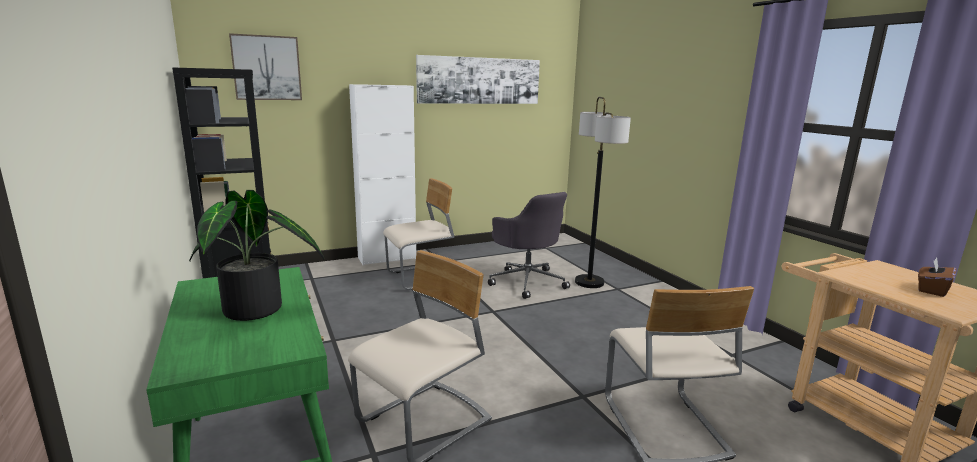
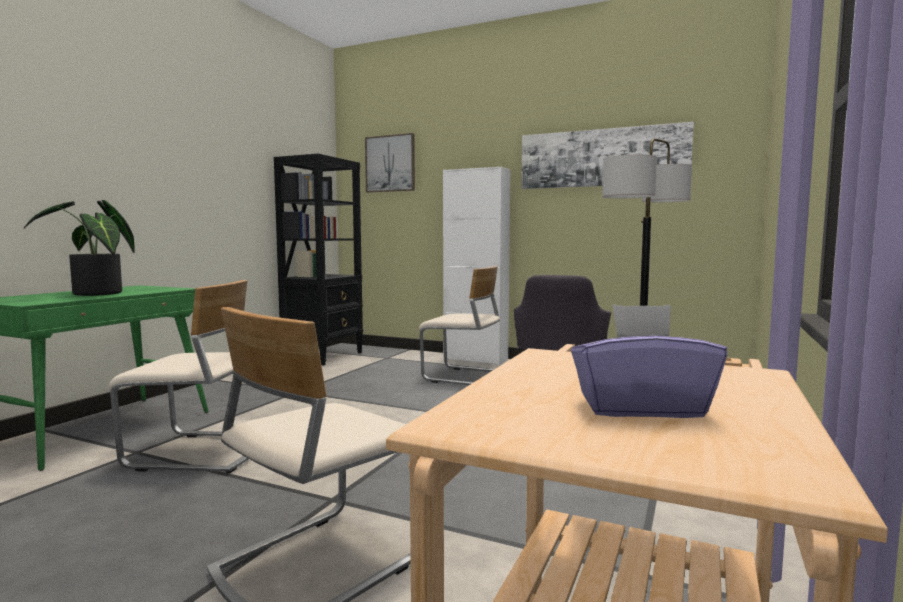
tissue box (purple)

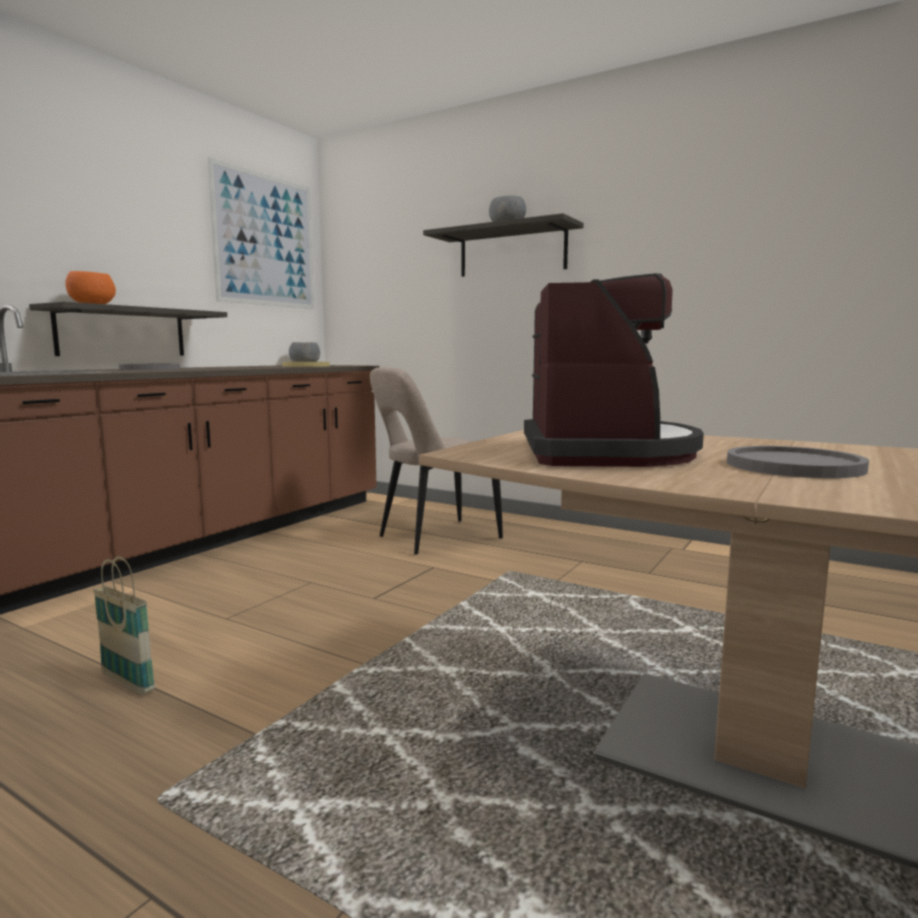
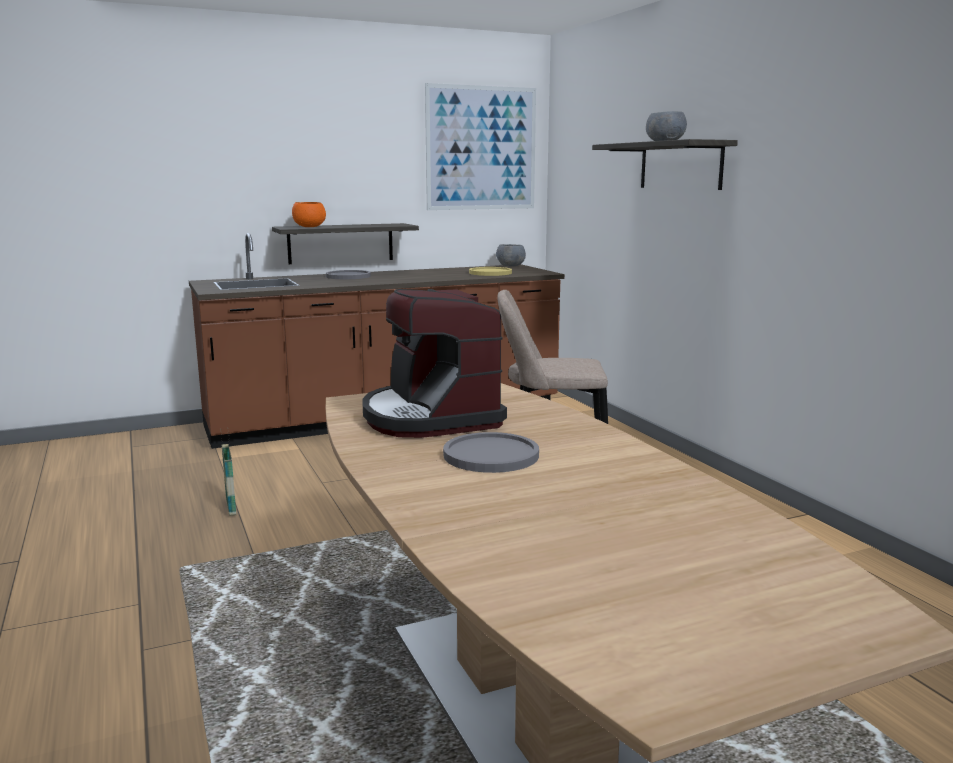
coffee machine

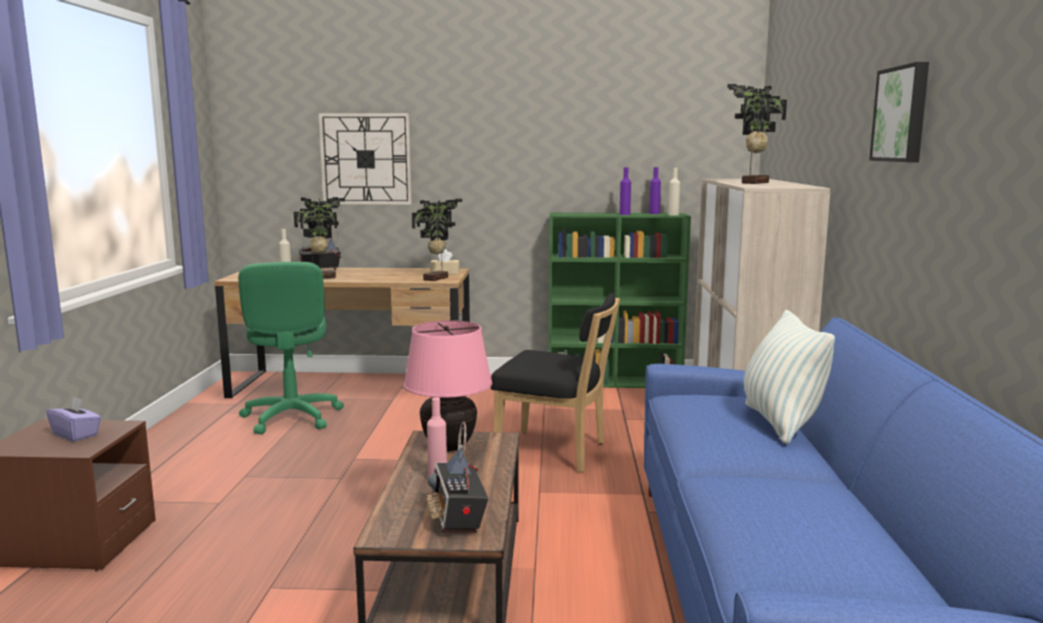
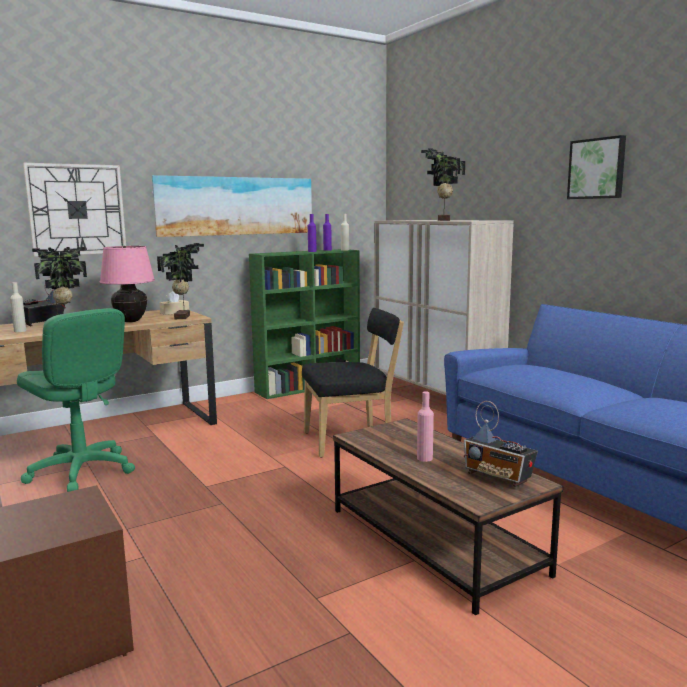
pillow
table lamp (pink)
tissue box (purple)
picture (no. 1 from left)

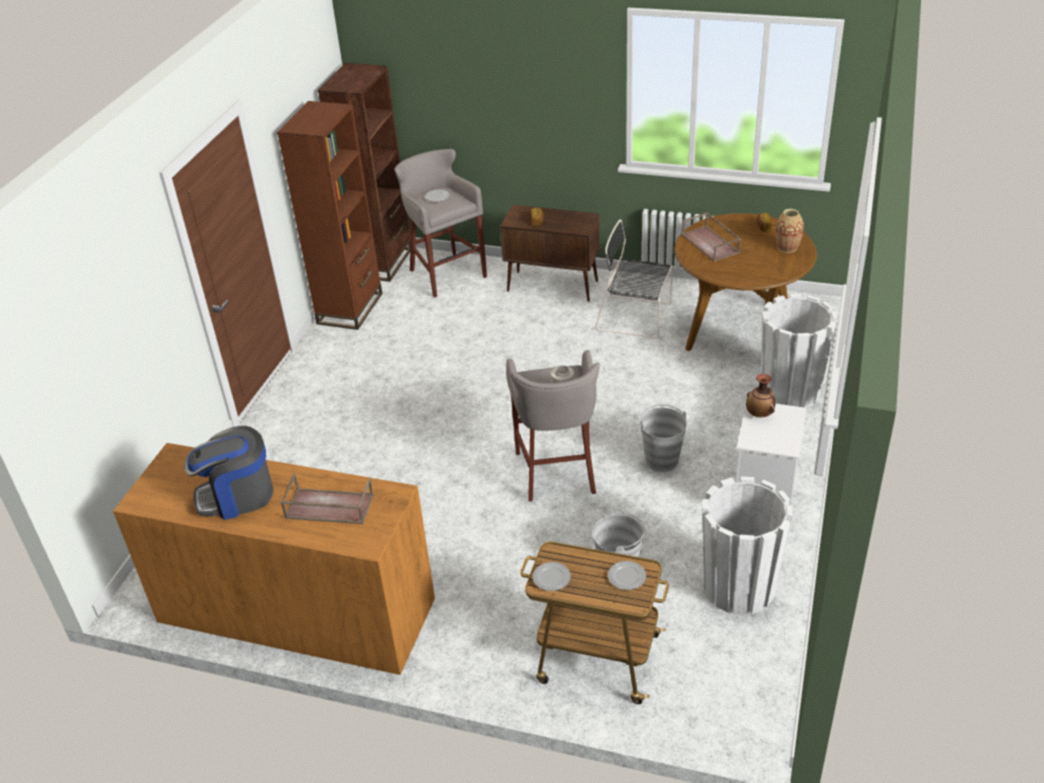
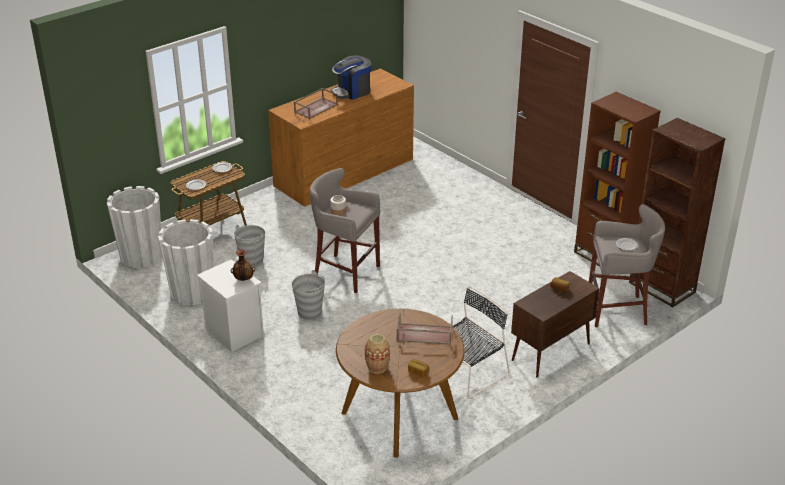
planter (white) (no. 1 from left)
coffee machine

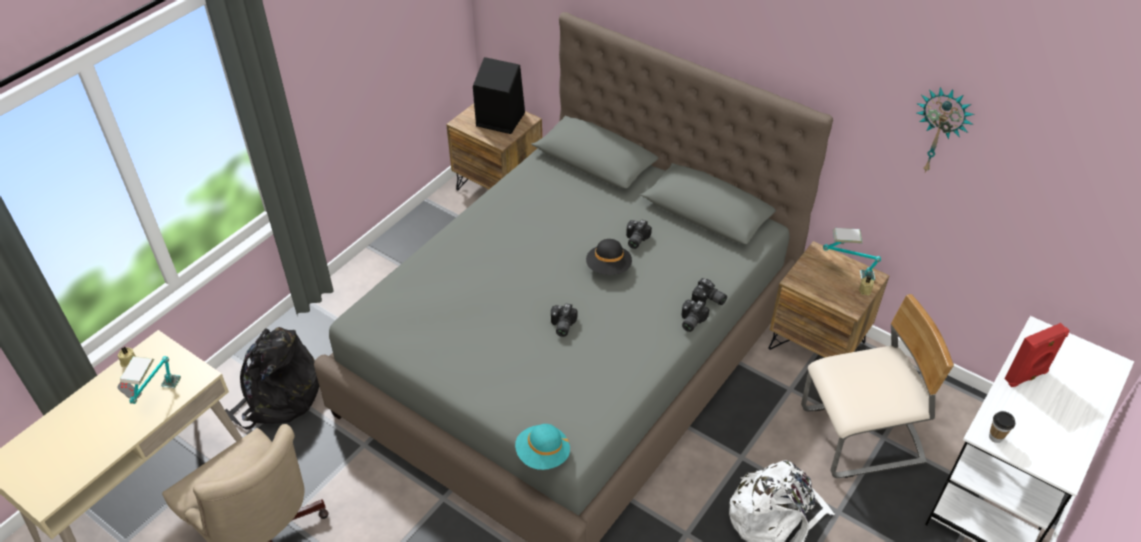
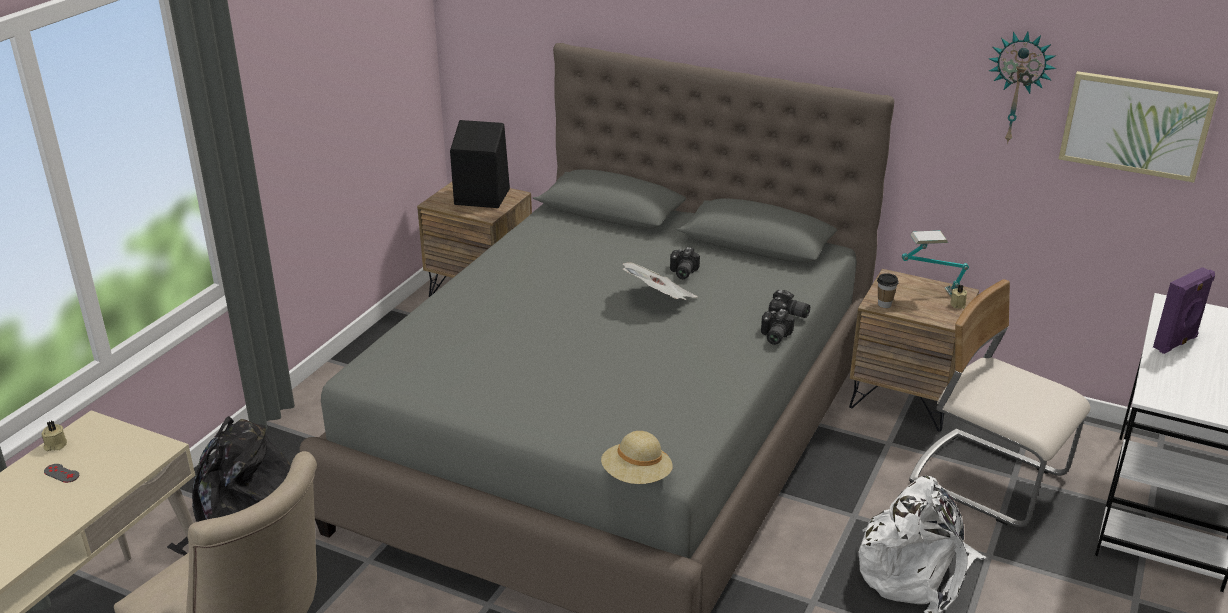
newspaper
chair (beige)
photo camera (no. 1 from left in the first image)
speaker (purple)
table lamp (no. 1 from left in the first image)
cup
hat (beige)
picture

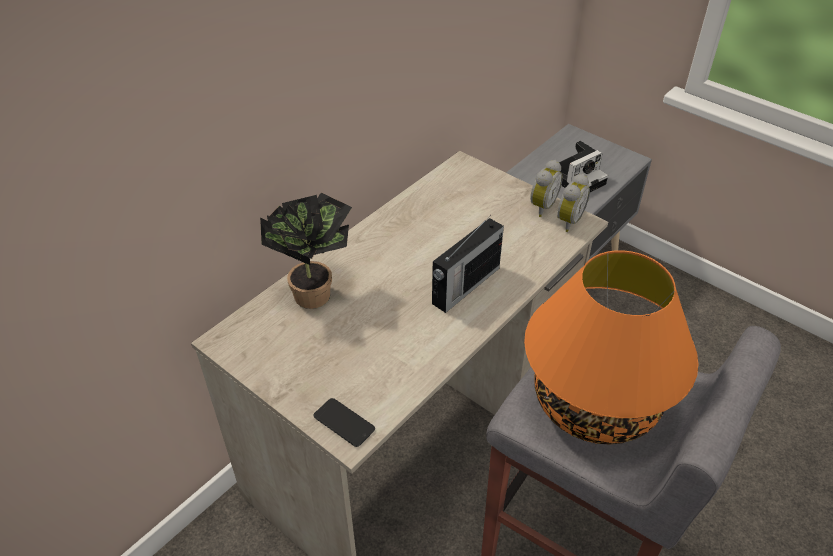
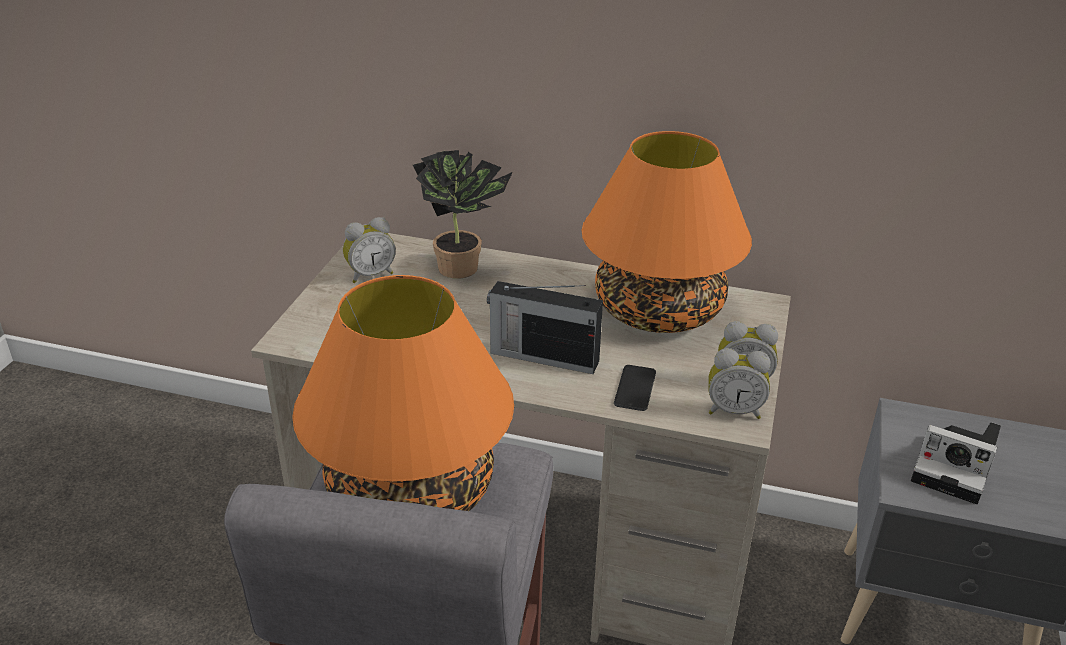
phone
table lamp (orange) (no. 2 from left)
alarm clock (no. 1 from left)

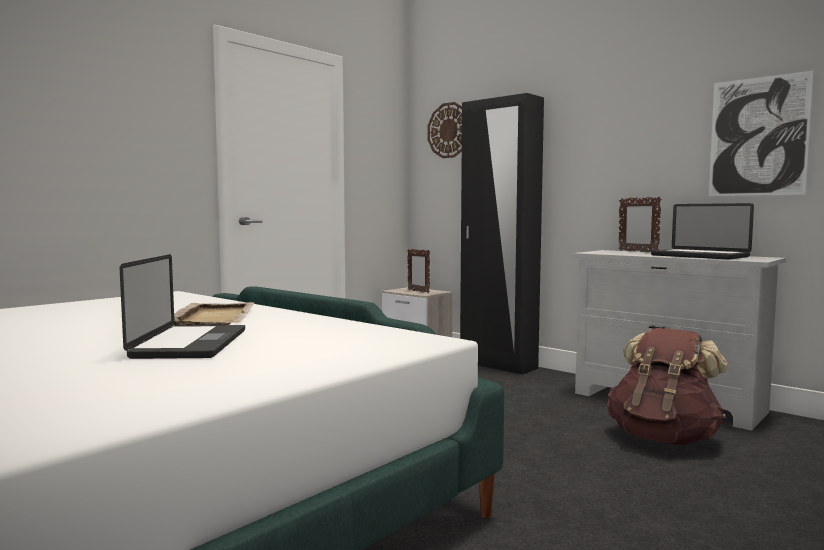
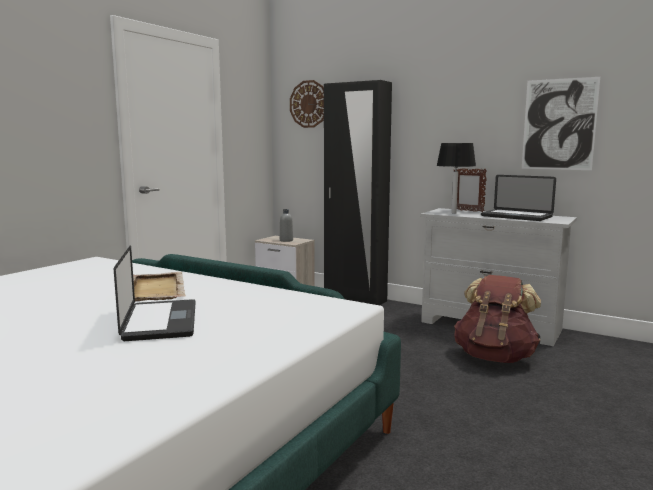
bottle (grey)
table lamp (black)

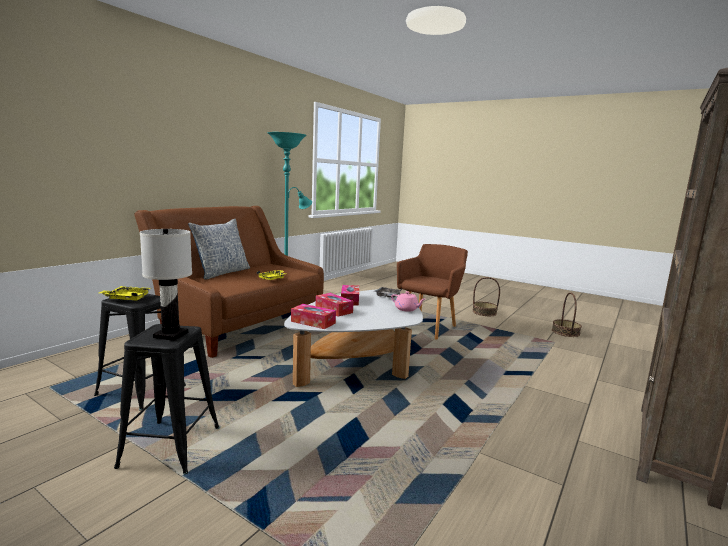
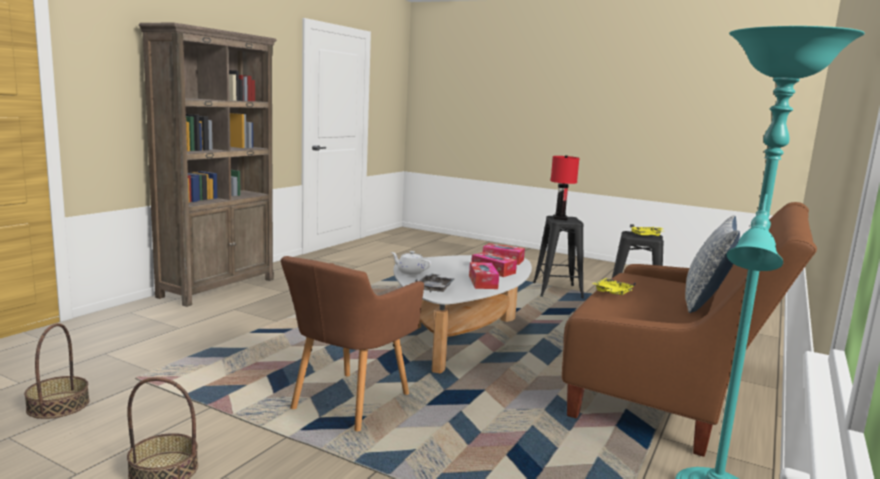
table lamp (red)
teapot (white)

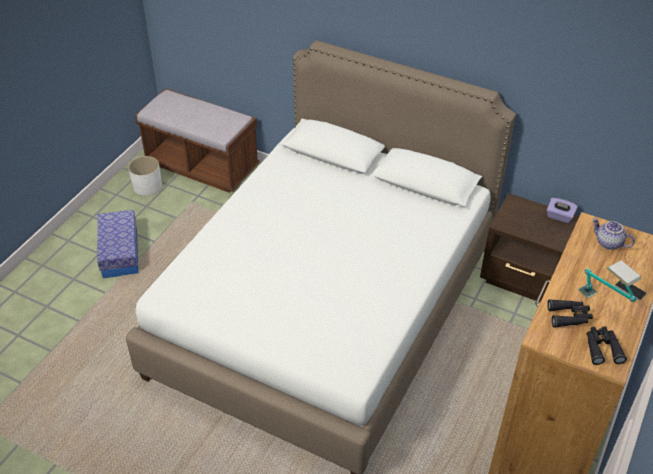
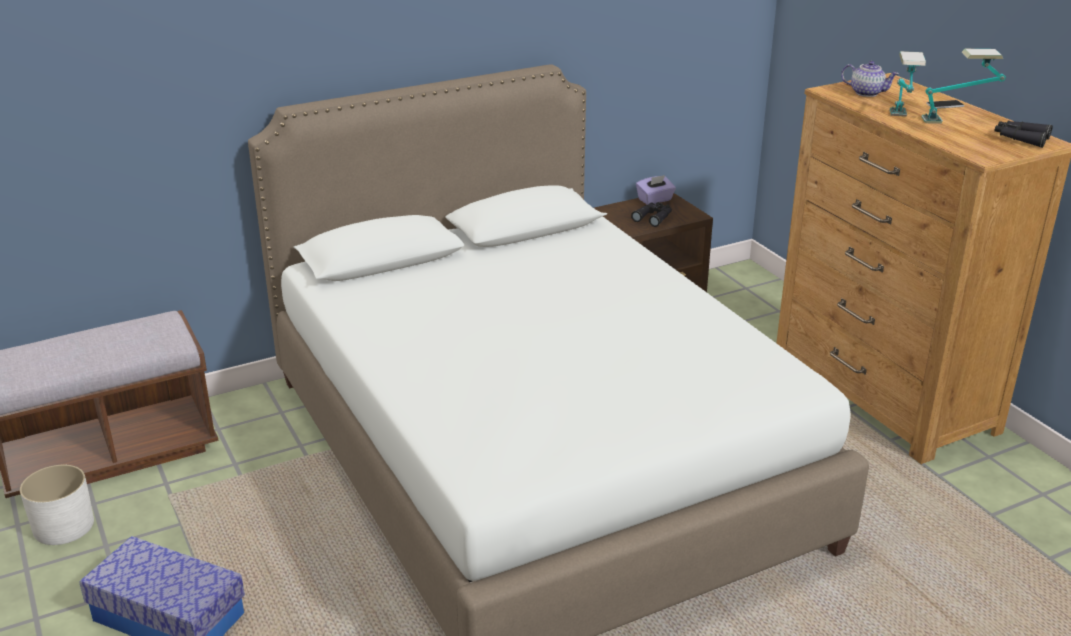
teapot
binoculars (black) (no. 1 from left)
table lamp (no. 1 from left)

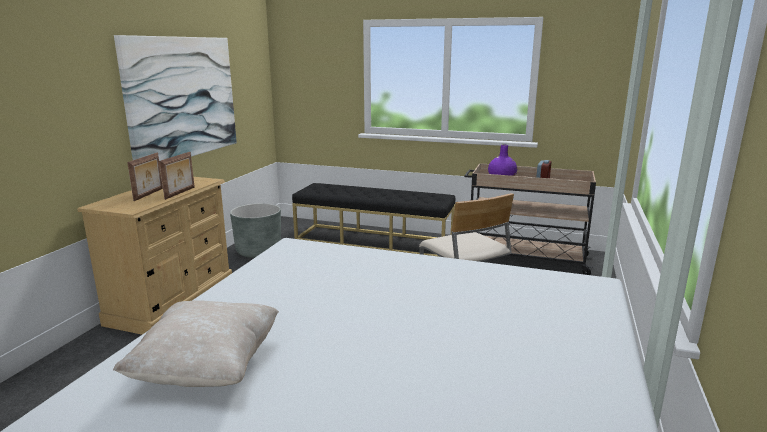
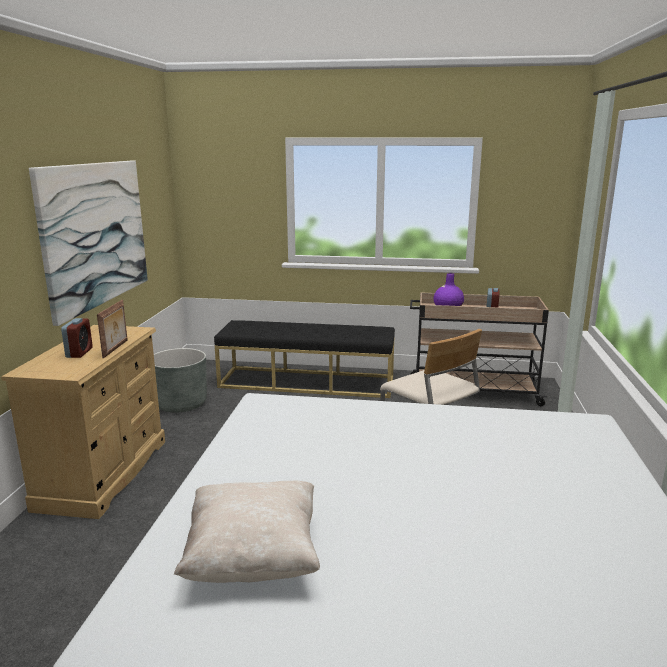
alarm clock (no. 1 from left)

